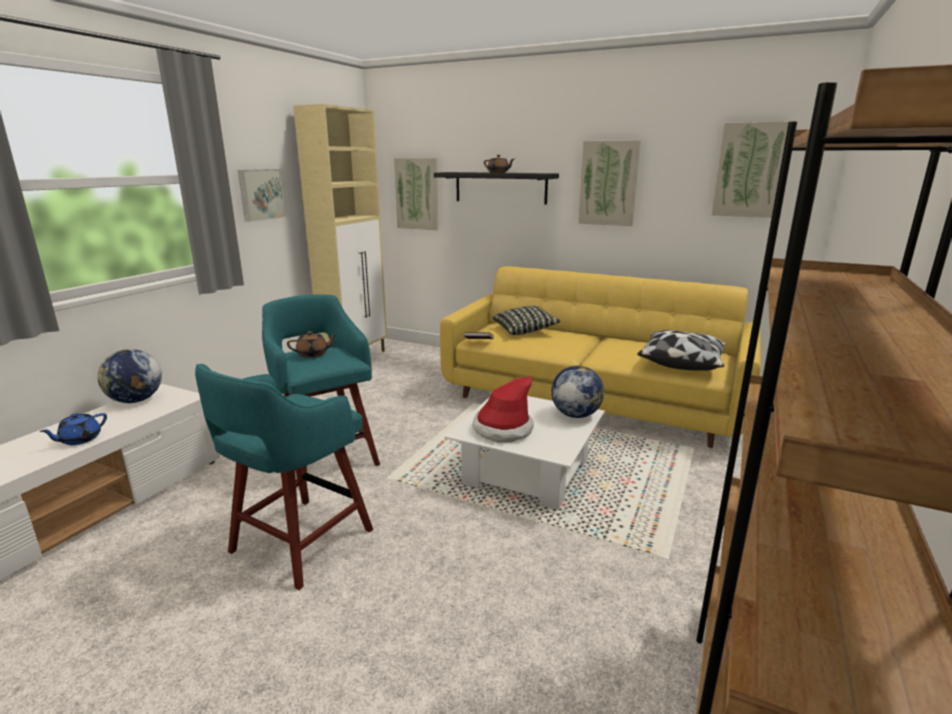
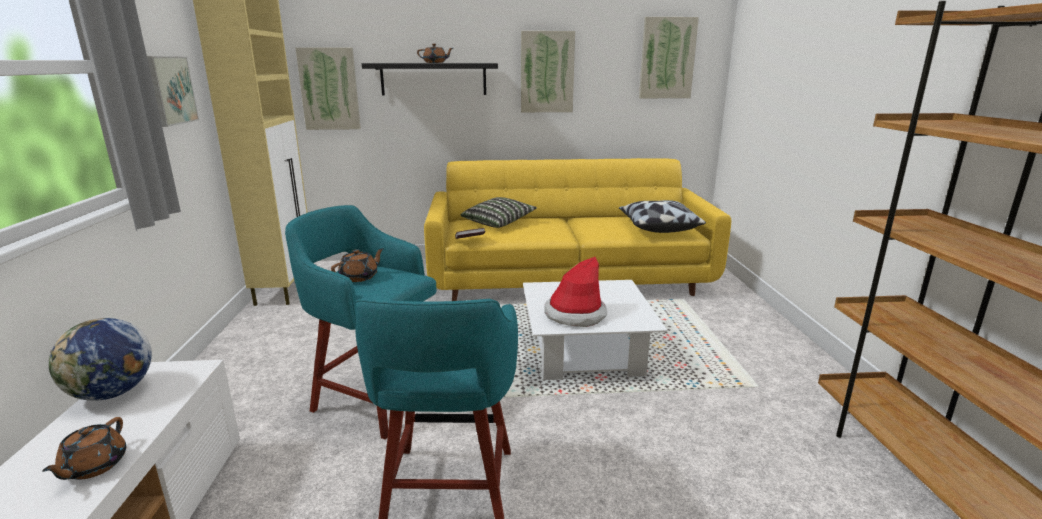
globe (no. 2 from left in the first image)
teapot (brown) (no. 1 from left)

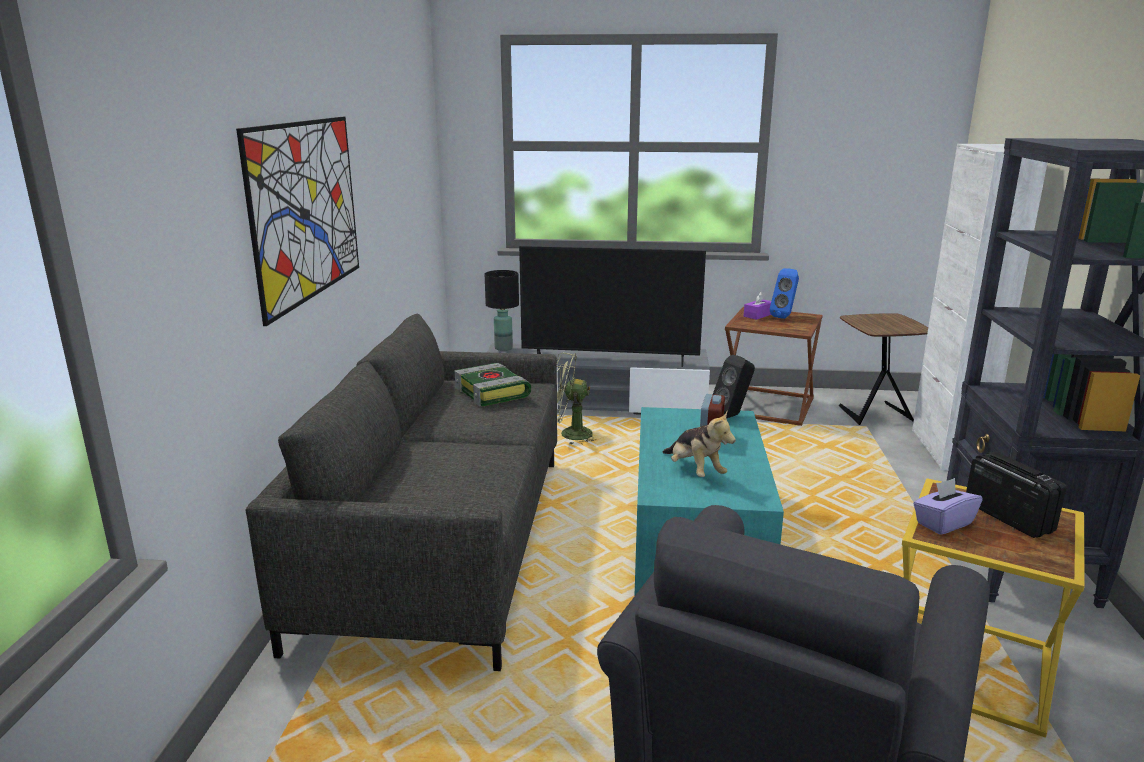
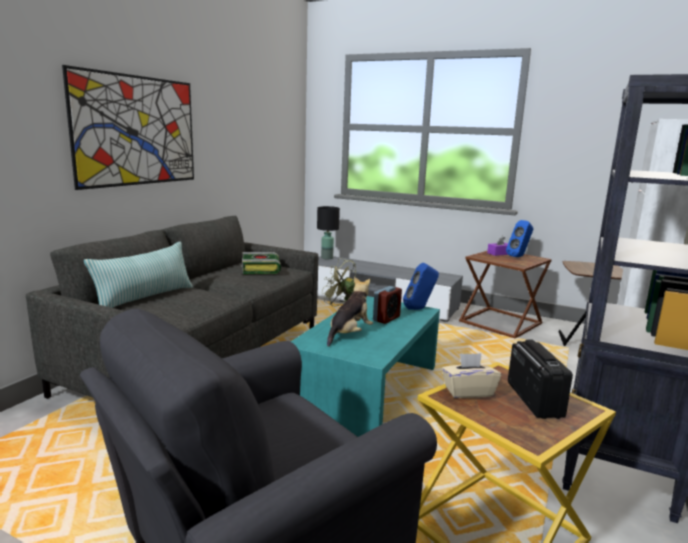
television
speaker (blue) (no. 1 from left)
plush toy
tissue box (beige)
pillow

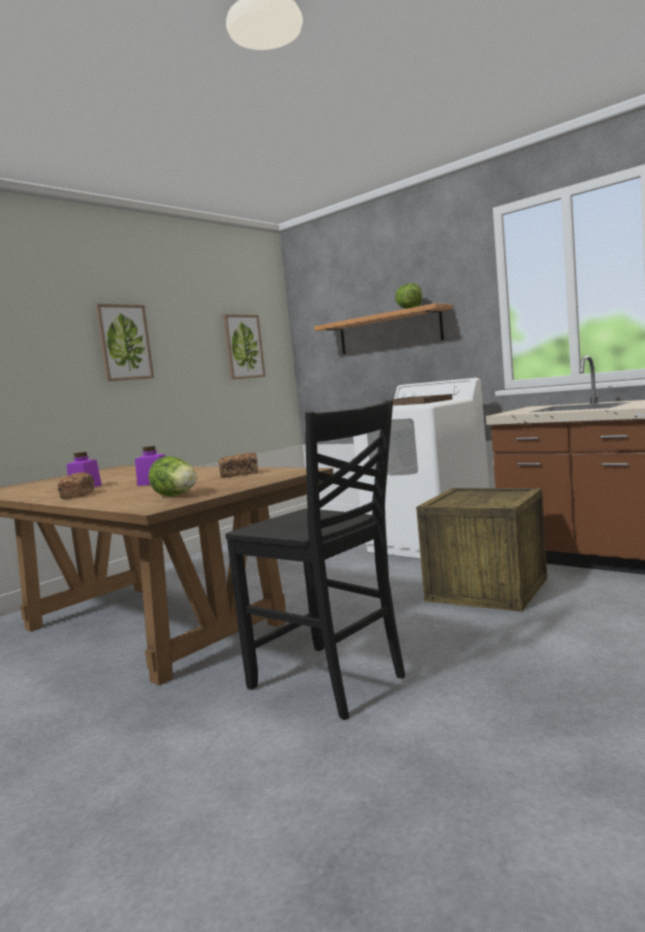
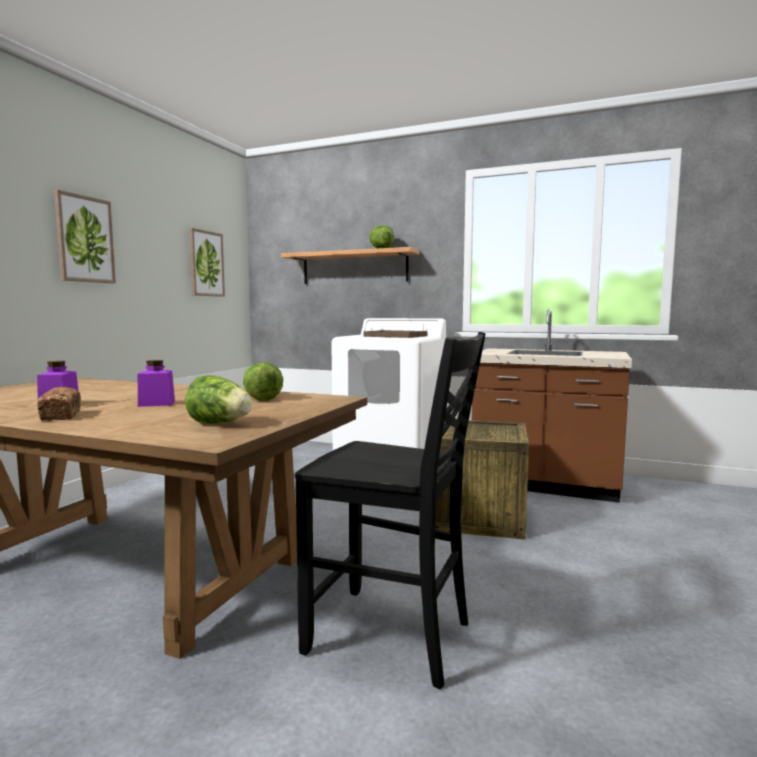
lettuce (no. 2 from left)

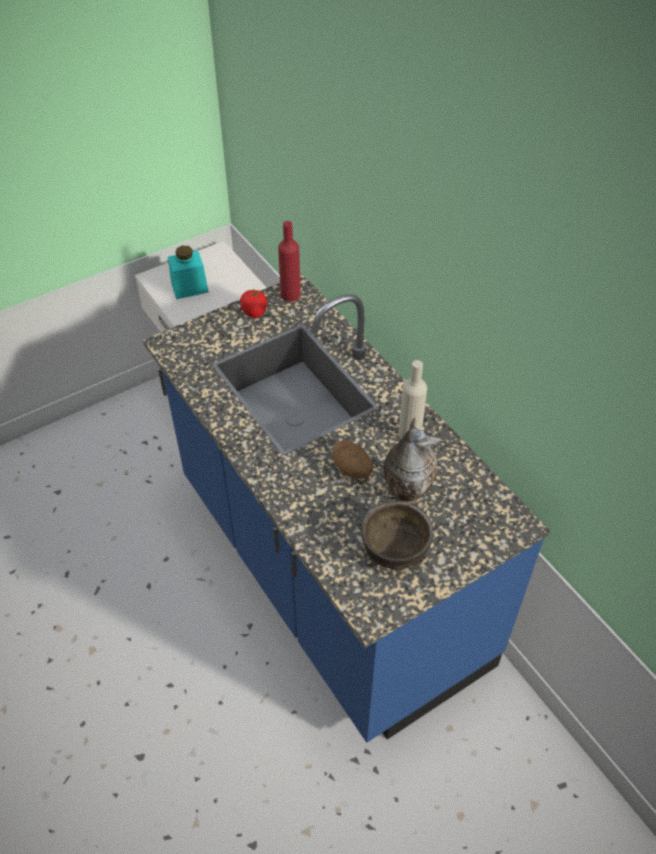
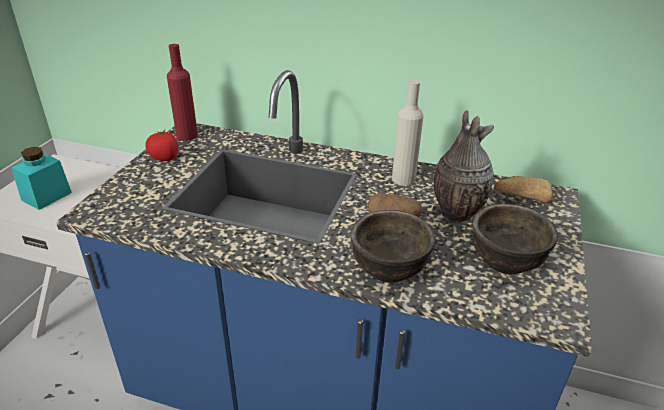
bread
bowl (brown) (no. 1 from left)

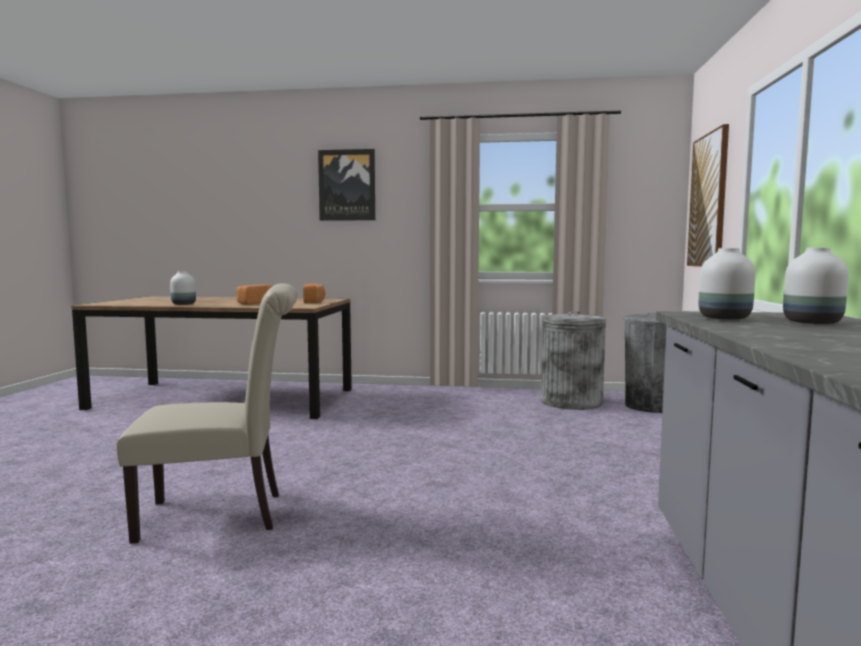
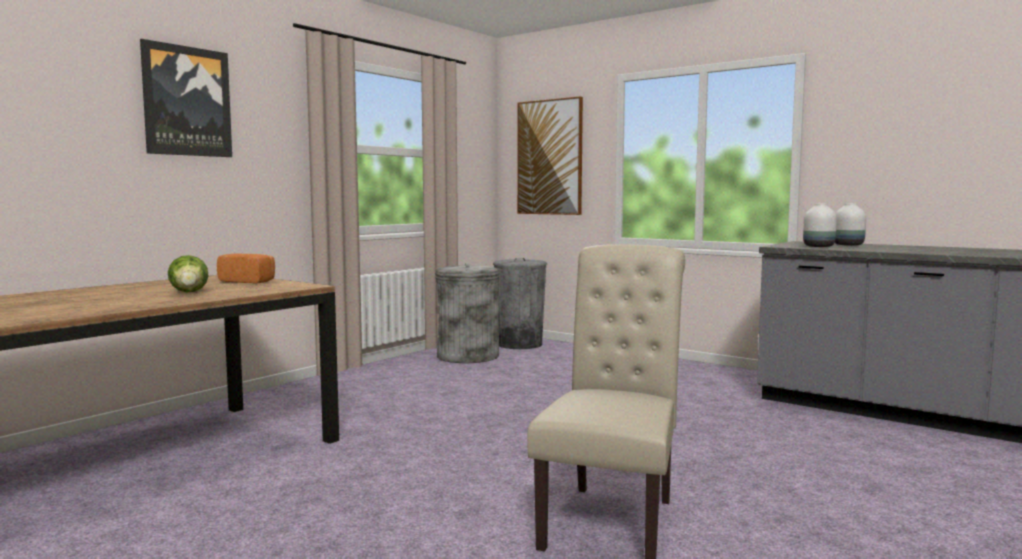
vase (white) (no. 1 from left in the first image)
lettuce

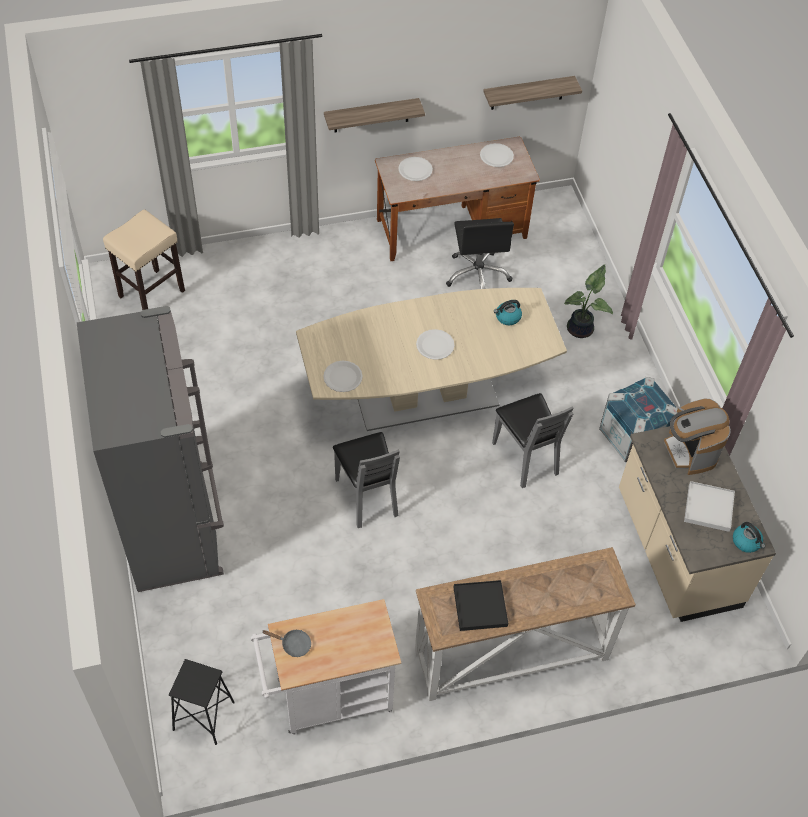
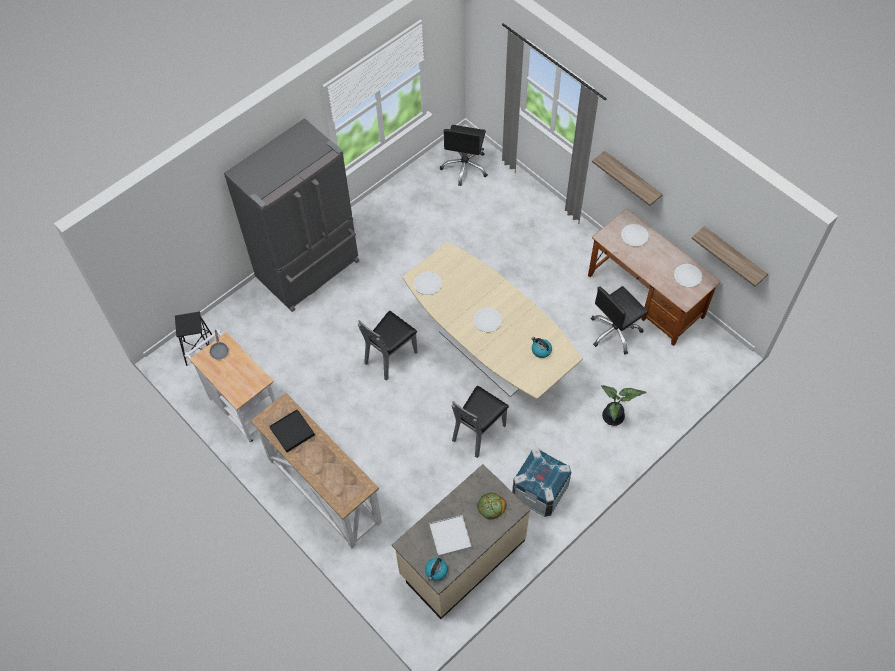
office chair (black) (no. 1 from left)
bread

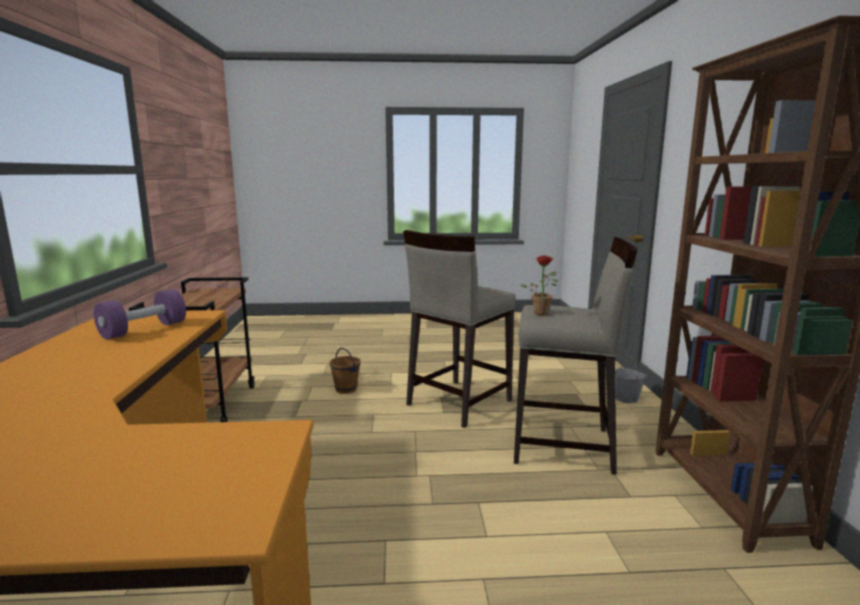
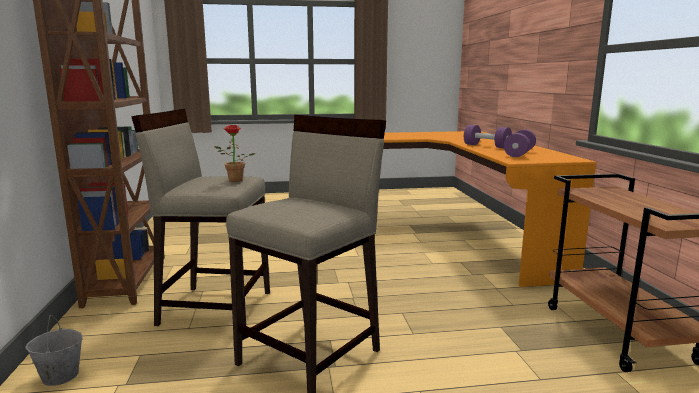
bucket (brown)
dumbbell (purple) (no. 1 from left)

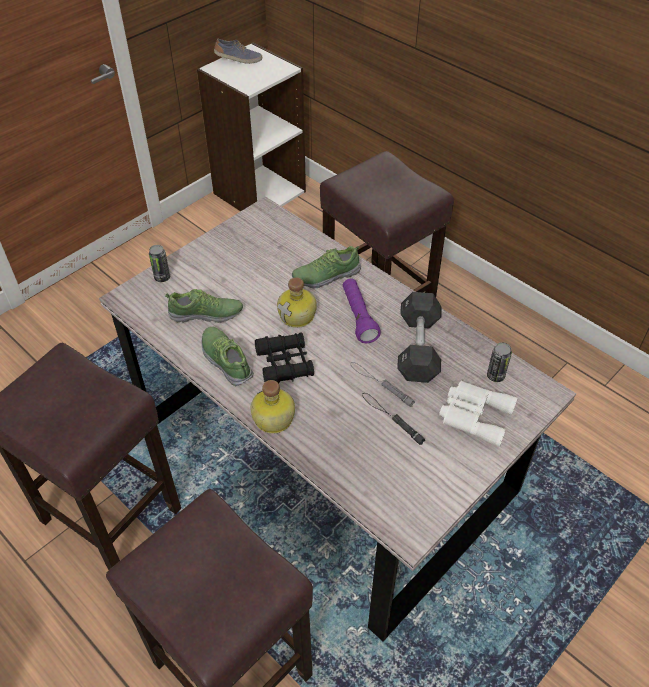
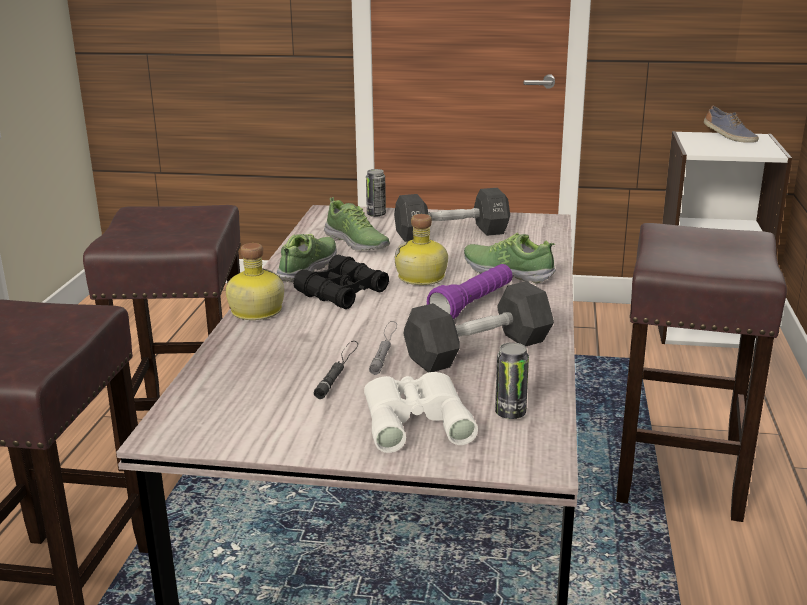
dumbbell (black) (no. 1 from left)

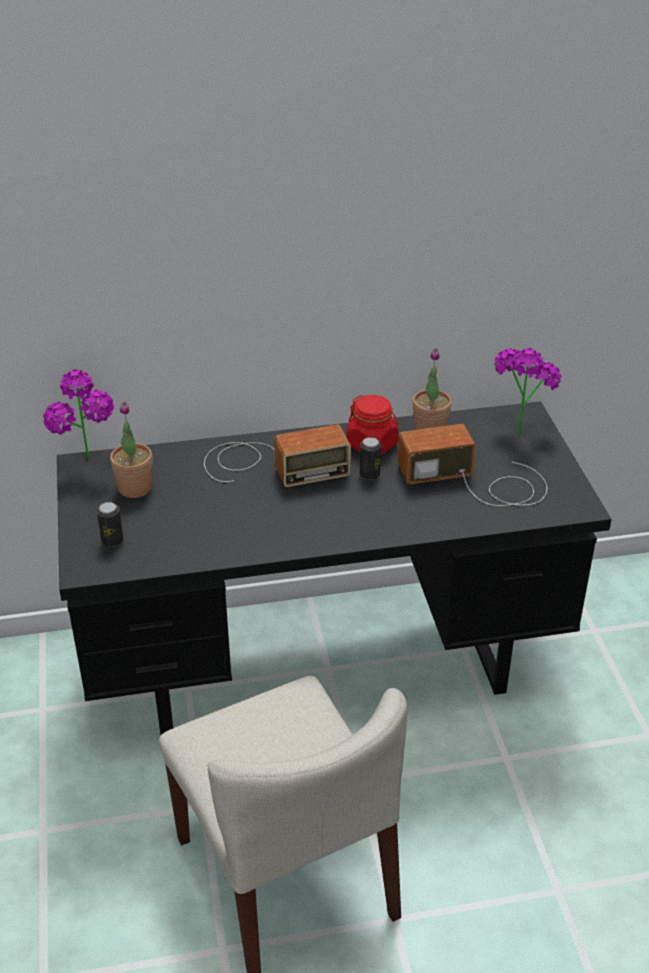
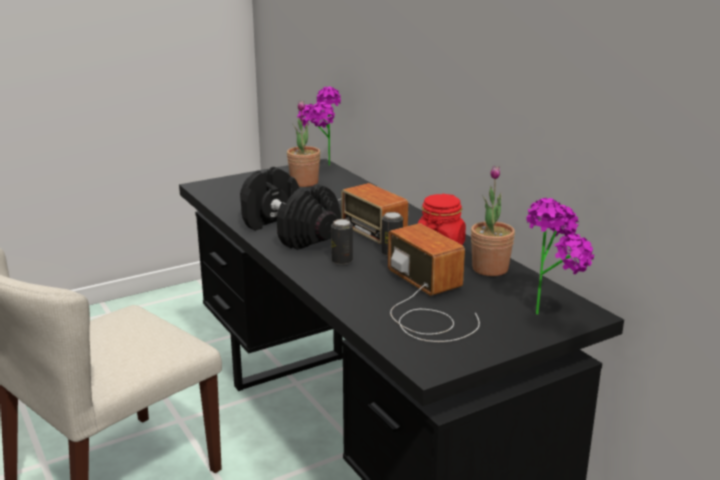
can (no. 1 from left)
dumbbell (black)

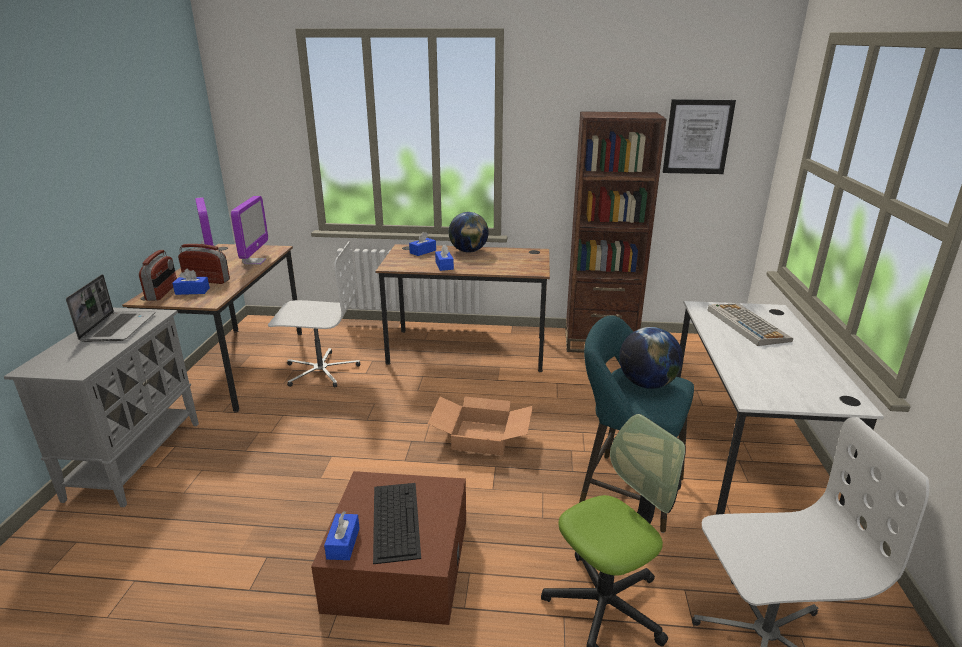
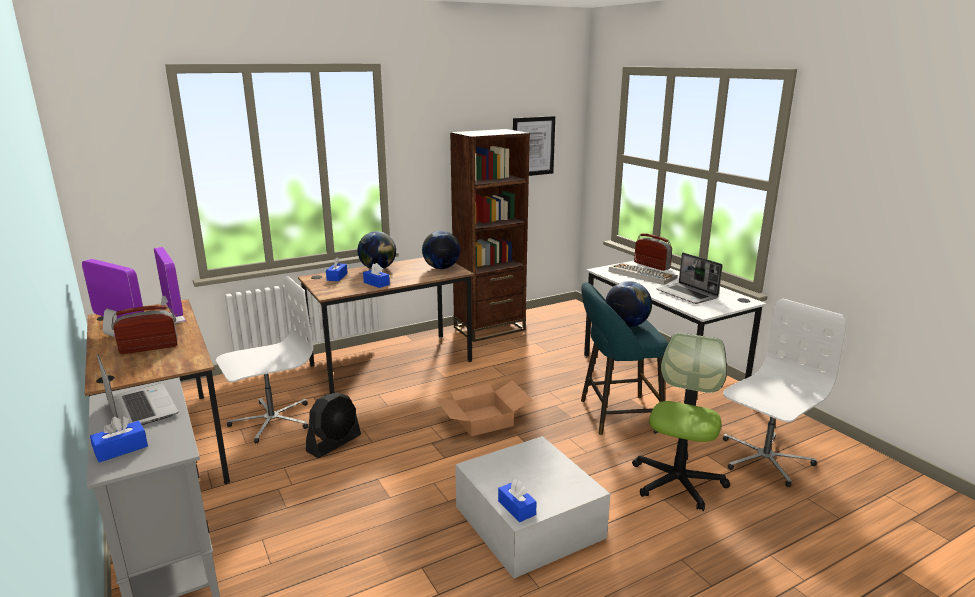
radio (no. 2 from left)
tissue box (blue) (no. 1 from left)
storage box (white)
keyboard (no. 1 from left in the first image)
globe (no. 2 from left)
laptop (no. 2 from left)
fan (black)

